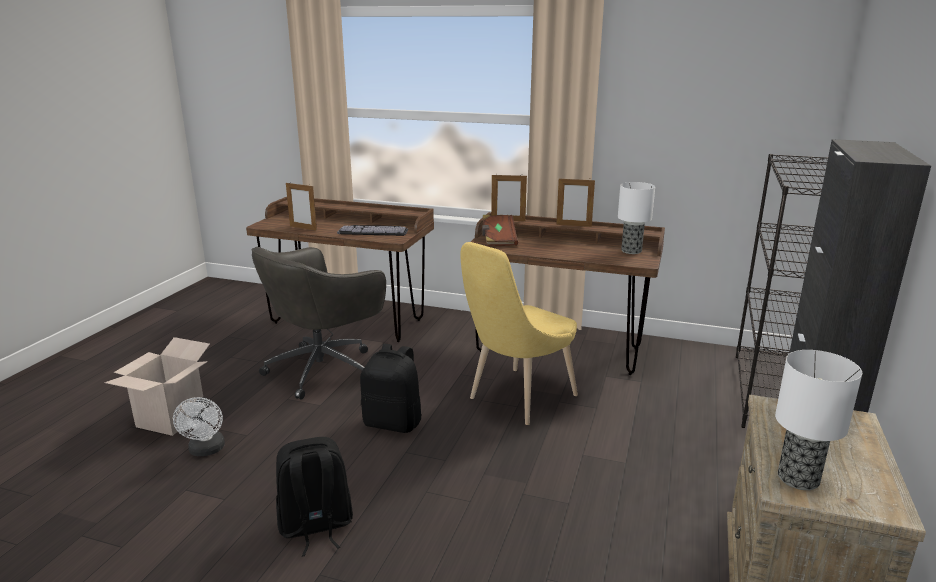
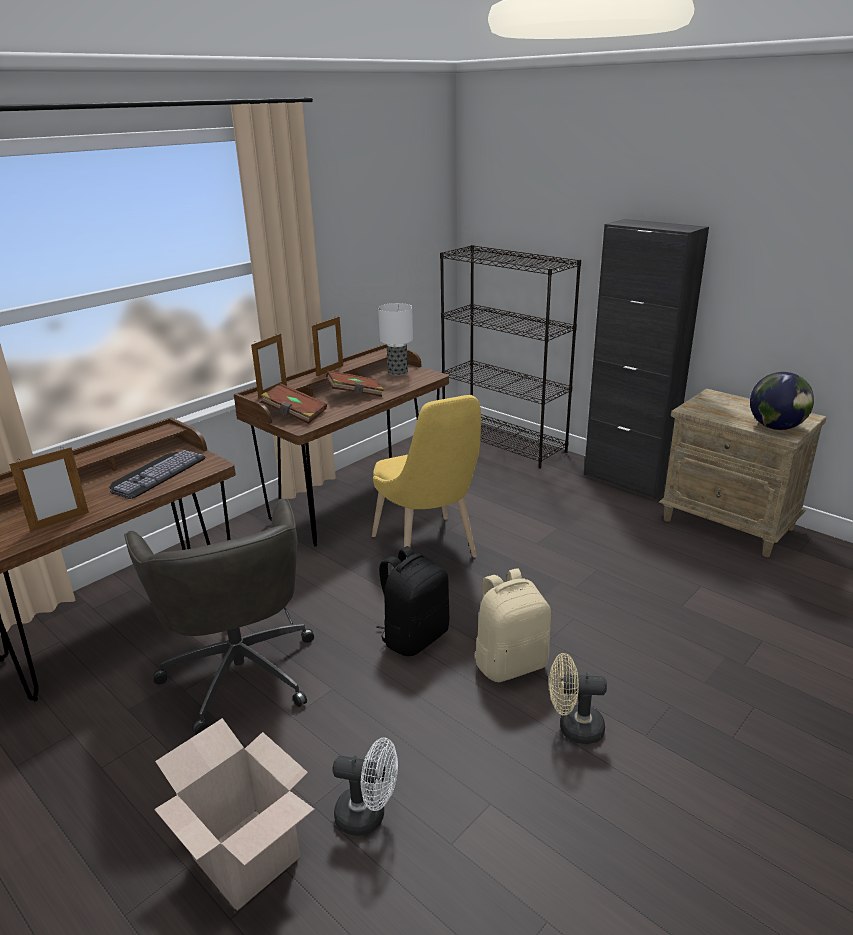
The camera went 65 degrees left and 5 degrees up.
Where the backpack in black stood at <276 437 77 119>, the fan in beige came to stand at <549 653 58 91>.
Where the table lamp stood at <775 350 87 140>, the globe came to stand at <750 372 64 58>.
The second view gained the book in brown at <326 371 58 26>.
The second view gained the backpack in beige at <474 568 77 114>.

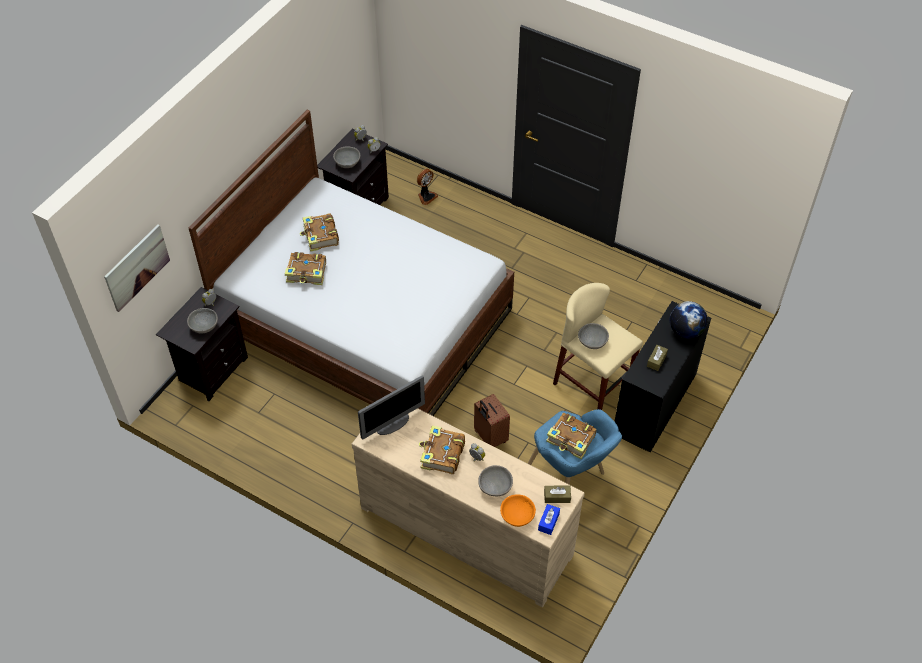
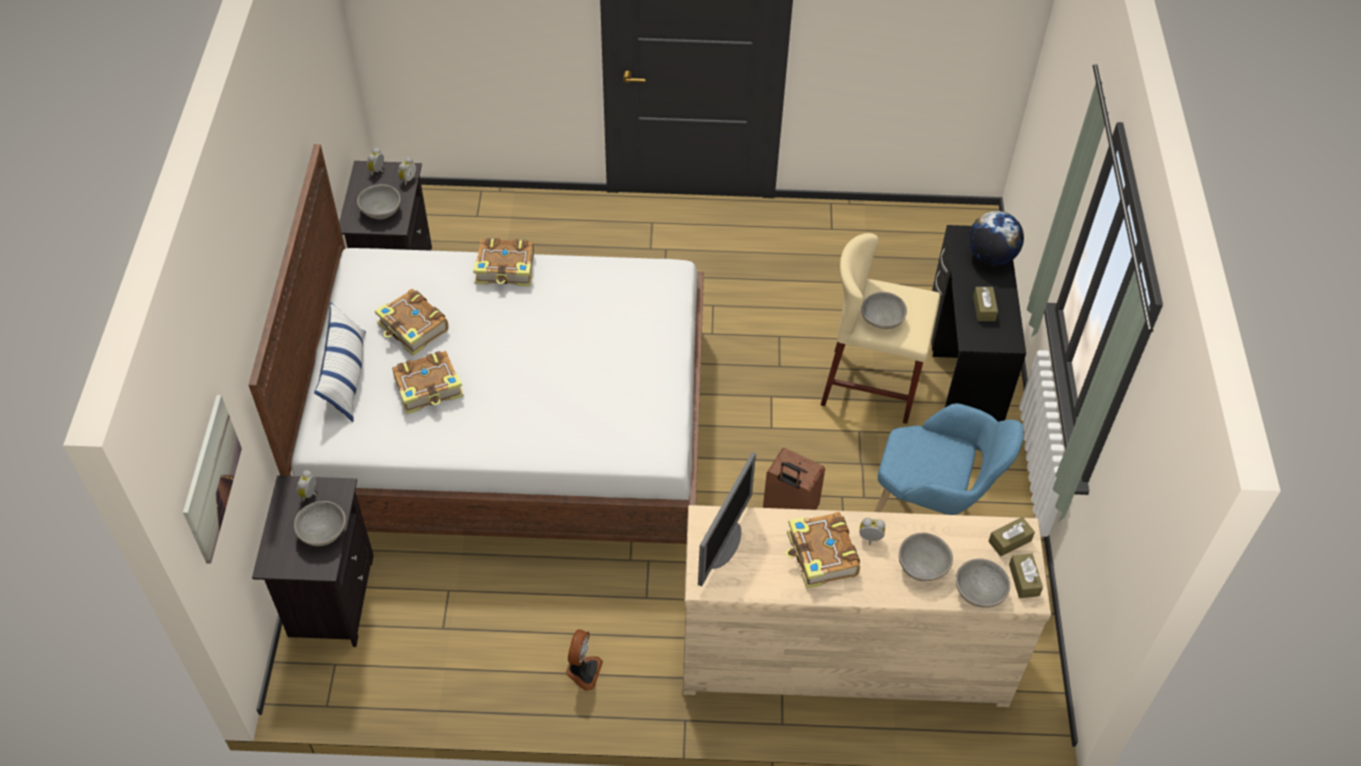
The camera went 30 degrees left and 0 degrees up.
The fan ended up elsewhere, having gone from <417 169 21 36> to <566 629 37 62>.
What was the bowl in orange at <500 494 36 33> turned into the bowl in grey at <955 558 55 50>.
What was the tissue box in blue at <538 504 22 31> turned into the tissue box in brown at <1009 554 34 44>.
The book ended up elsewhere, having gone from <546 413 51 46> to <473 238 61 49>.
The second view gained the pillow at <314 302 52 120>.

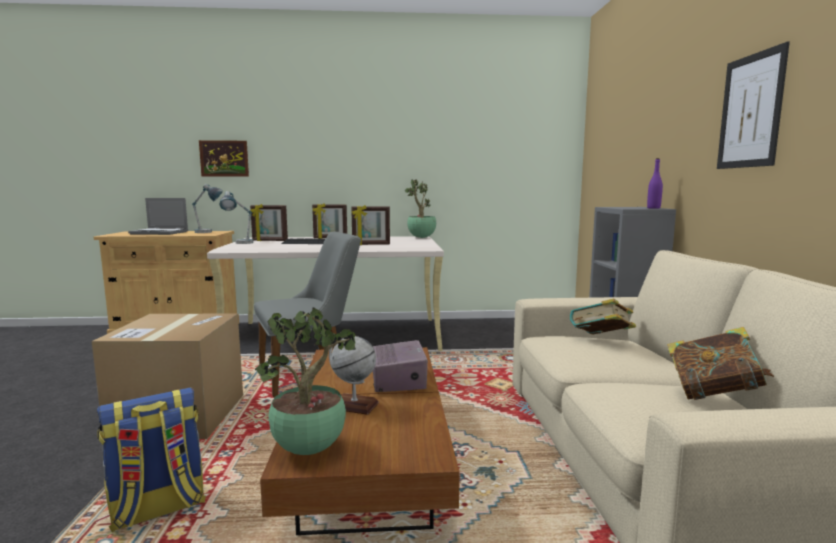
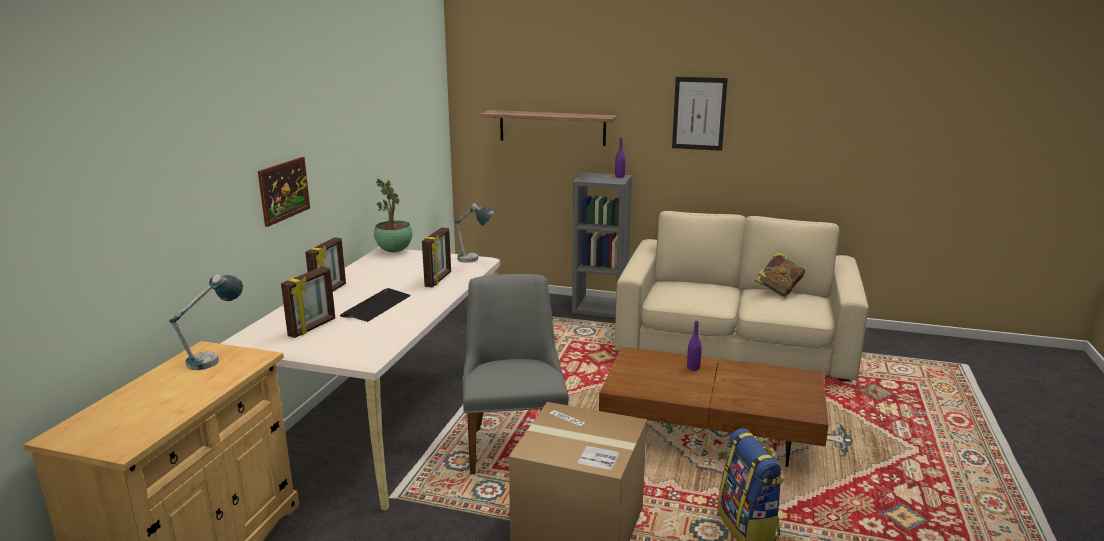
The camera went 70 degrees left and 10 degrees up.
The second view lost the laptop at <128 198 60 37>.
The picture ended up elsewhere, having gone from <199 140 50 37> to <258 157 52 70>.
The table lamp ended up elsewhere, having gone from <220 191 33 53> to <455 203 39 60>.
The second view lost the potted plant at <255 307 102 148>.
The second view lost the globe at <329 336 50 79>.
Where the radio stood at <373 340 55 52>, the bottle in purple came to stand at <687 321 15 50>.
The second view lost the book at <570 298 66 36>.
The second view gained the shelf at <481 110 137 36>.

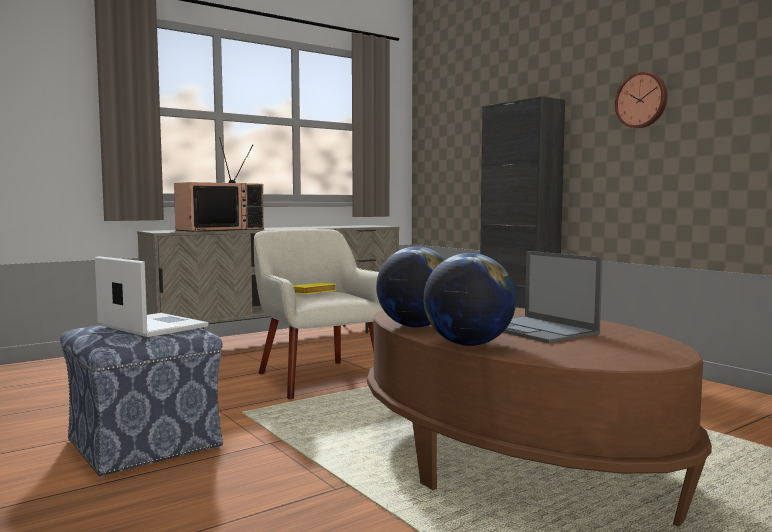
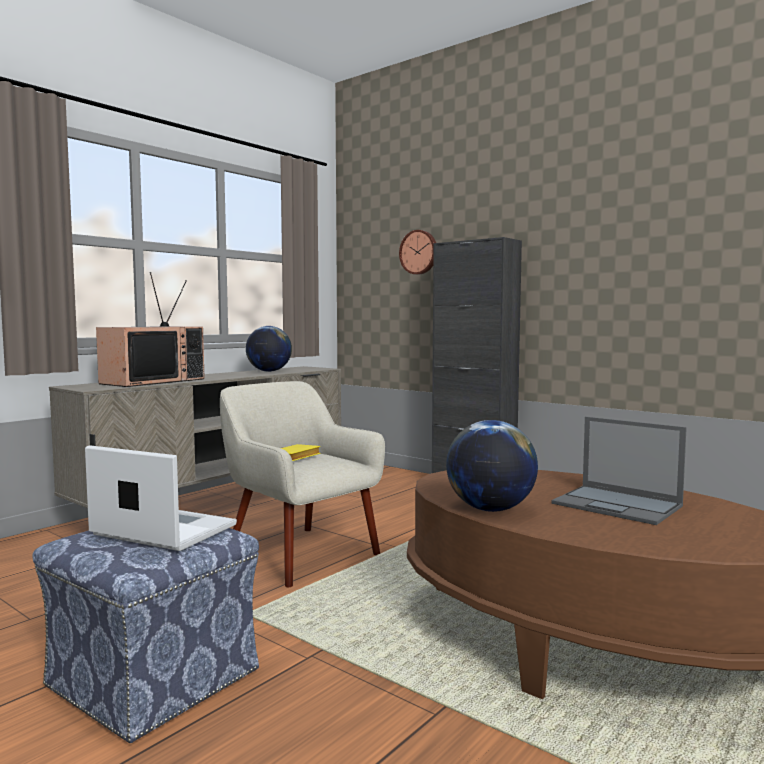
The camera went 15 degrees left and 0 degrees up.
The globe ended up elsewhere, having gone from <423 253 93 93> to <246 326 46 46>.
The wall clock ended up elsewhere, having gone from <615 72 52 56> to <399 230 37 45>.

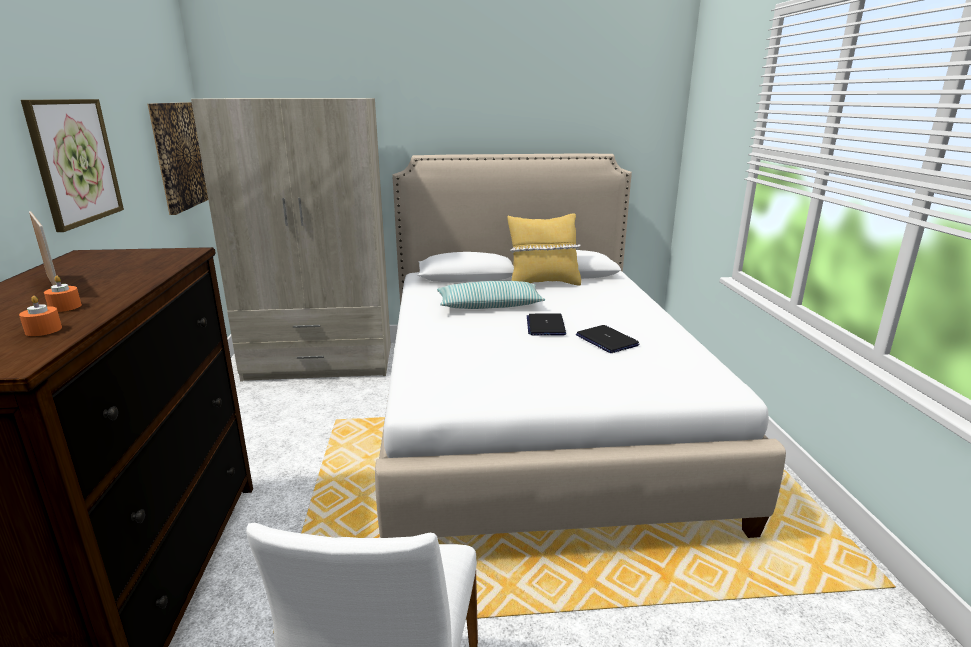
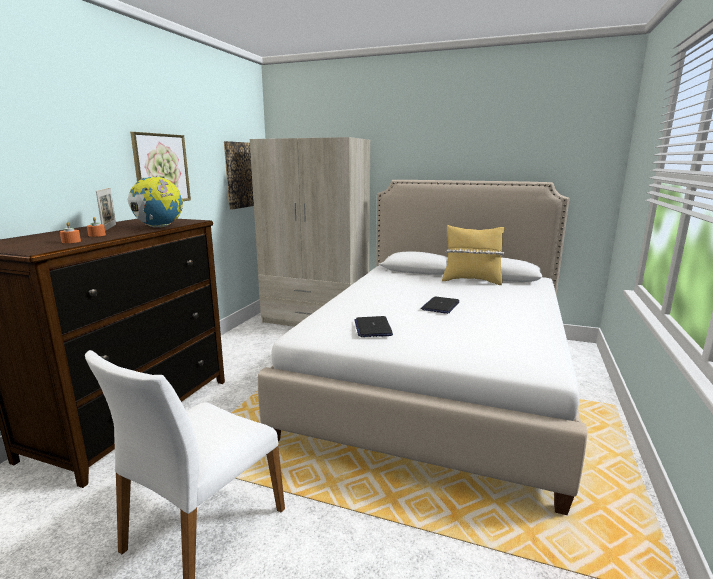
The camera went 25 degrees right and 5 degrees down.
The second view lost the pillow at <437 281 108 28>.
The laptop ended up elsewhere, having gone from <576 325 63 28> to <354 316 39 21>.
The second view gained the globe at <127 177 56 51>.

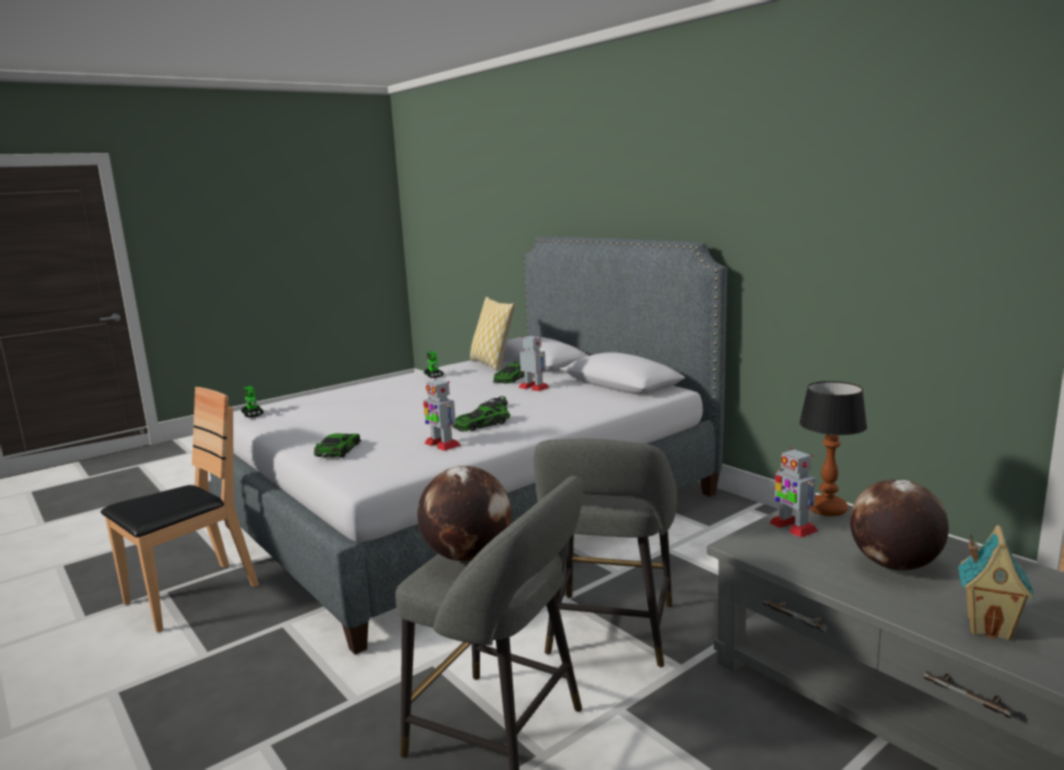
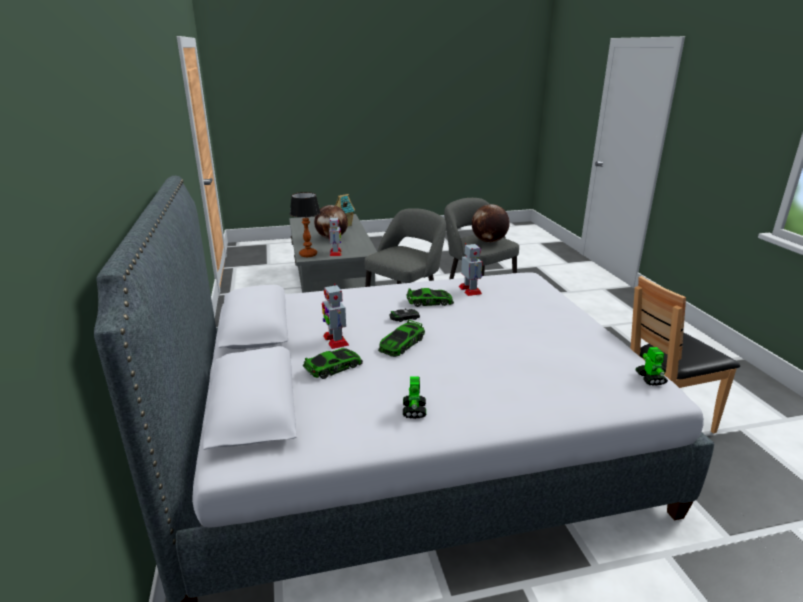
The camera went 155 degrees left and 10 degrees up.
The toy car ended up elsewhere, having gone from <314 434 47 24> to <378 320 47 37>.
The second view lost the pillow at <470 297 45 74>.

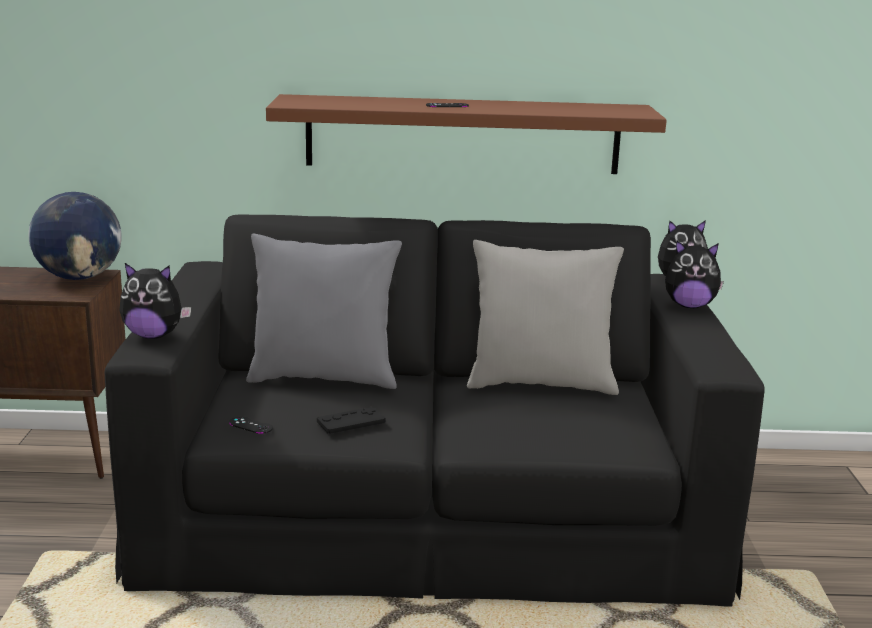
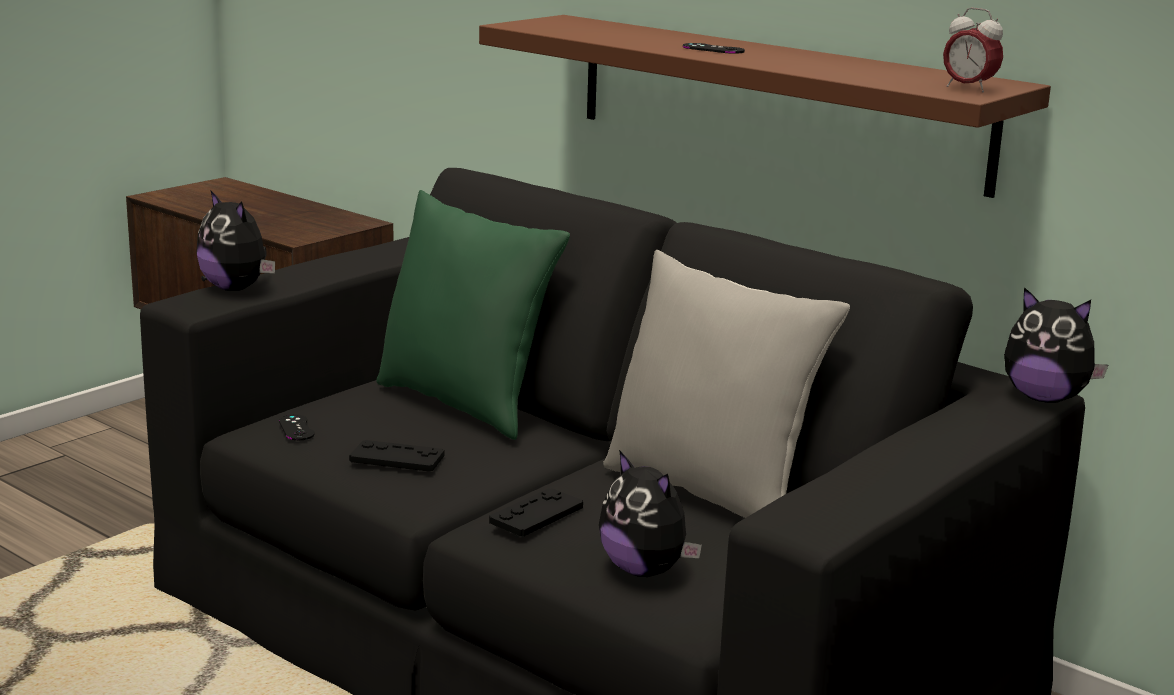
The camera went 40 degrees right and 0 degrees up.
The second view lost the globe at <29 192 93 88>.
What was the pillow in grey at <246 233 156 156> turned into the pillow in green at <376 190 194 250>.
The plush toy ended up elsewhere, having gone from <665 240 59 68> to <599 450 103 127>.
The second view gained the game controller in black at <489 488 94 48>.
The second view gained the alarm clock at <943 7 60 85>.

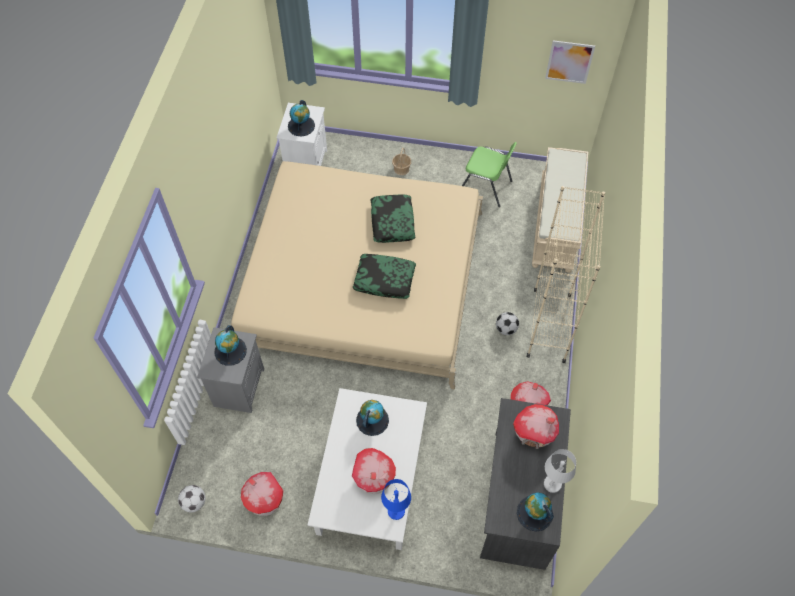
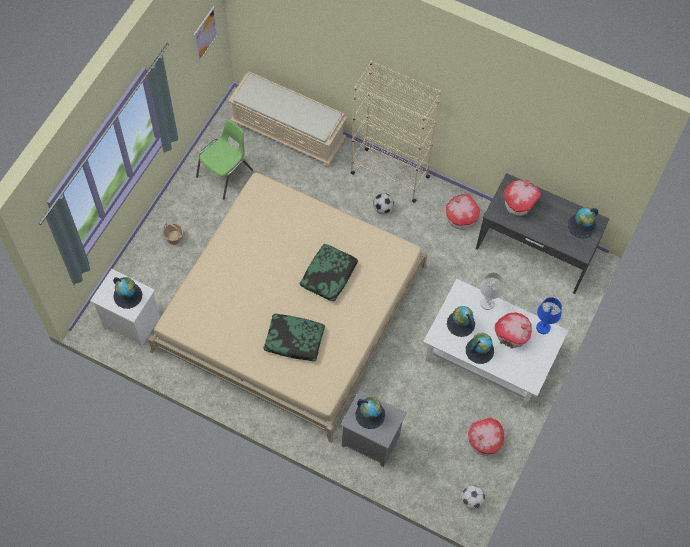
The camera went 75 degrees left and 5 degrees up.
The pillow ended up elsewhere, having gone from <370 194 45 49> to <263 314 62 48>.
The table lamp in white ended up elsewhere, having gone from <544 449 32 44> to <480 272 24 38>.
The second view gained the globe at <466 333 28 31>.

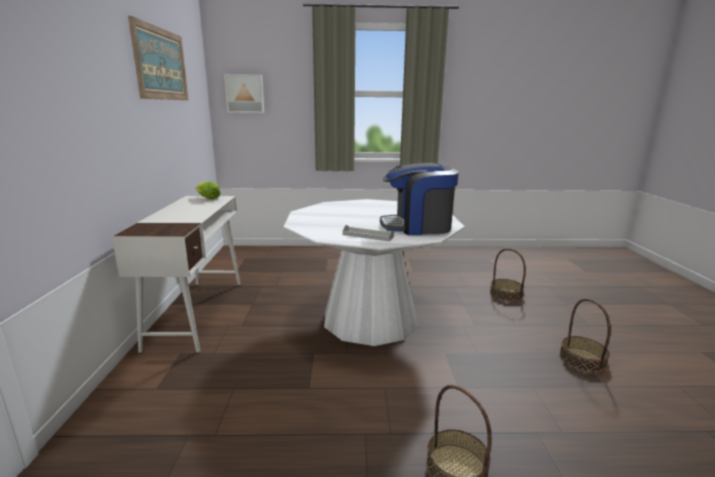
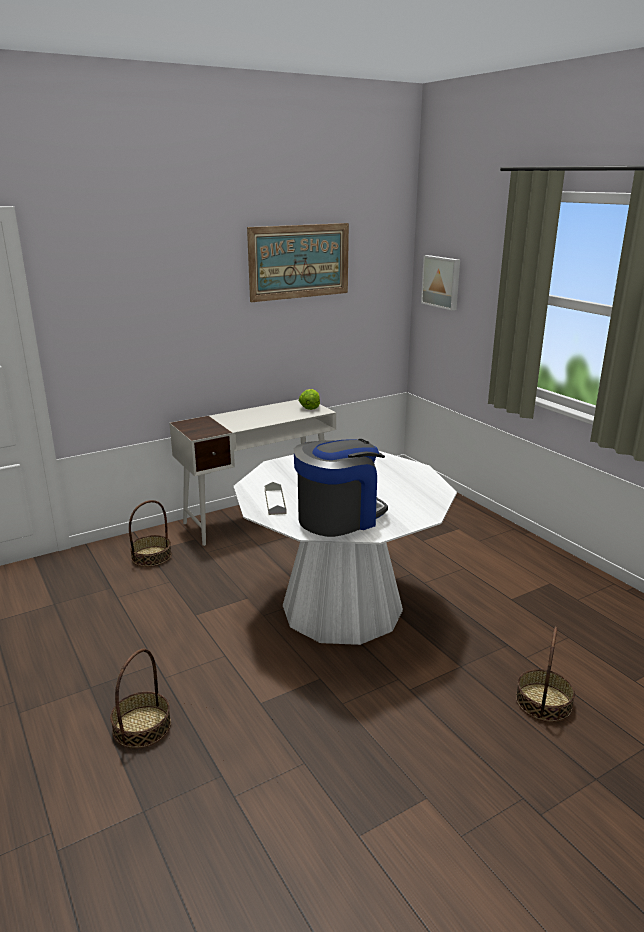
The camera went 60 degrees right and 5 degrees up.
The coffee machine at <380 163 79 72> ended up facing another way, 90 degrees clockwise from before.
The basket ended up elsewhere, having gone from <559 299 52 74> to <129 500 43 67>.

